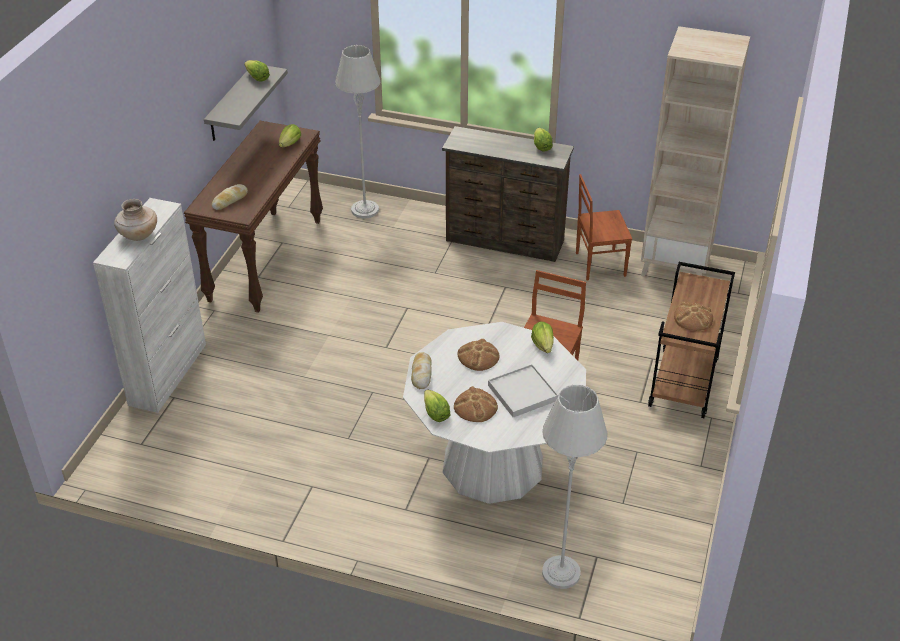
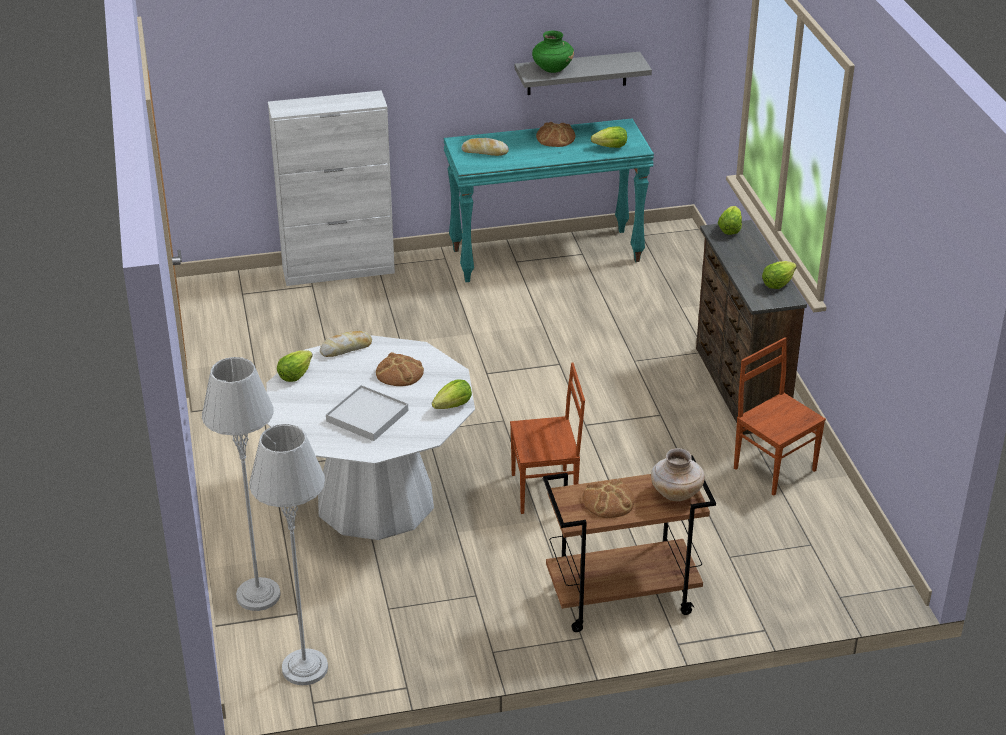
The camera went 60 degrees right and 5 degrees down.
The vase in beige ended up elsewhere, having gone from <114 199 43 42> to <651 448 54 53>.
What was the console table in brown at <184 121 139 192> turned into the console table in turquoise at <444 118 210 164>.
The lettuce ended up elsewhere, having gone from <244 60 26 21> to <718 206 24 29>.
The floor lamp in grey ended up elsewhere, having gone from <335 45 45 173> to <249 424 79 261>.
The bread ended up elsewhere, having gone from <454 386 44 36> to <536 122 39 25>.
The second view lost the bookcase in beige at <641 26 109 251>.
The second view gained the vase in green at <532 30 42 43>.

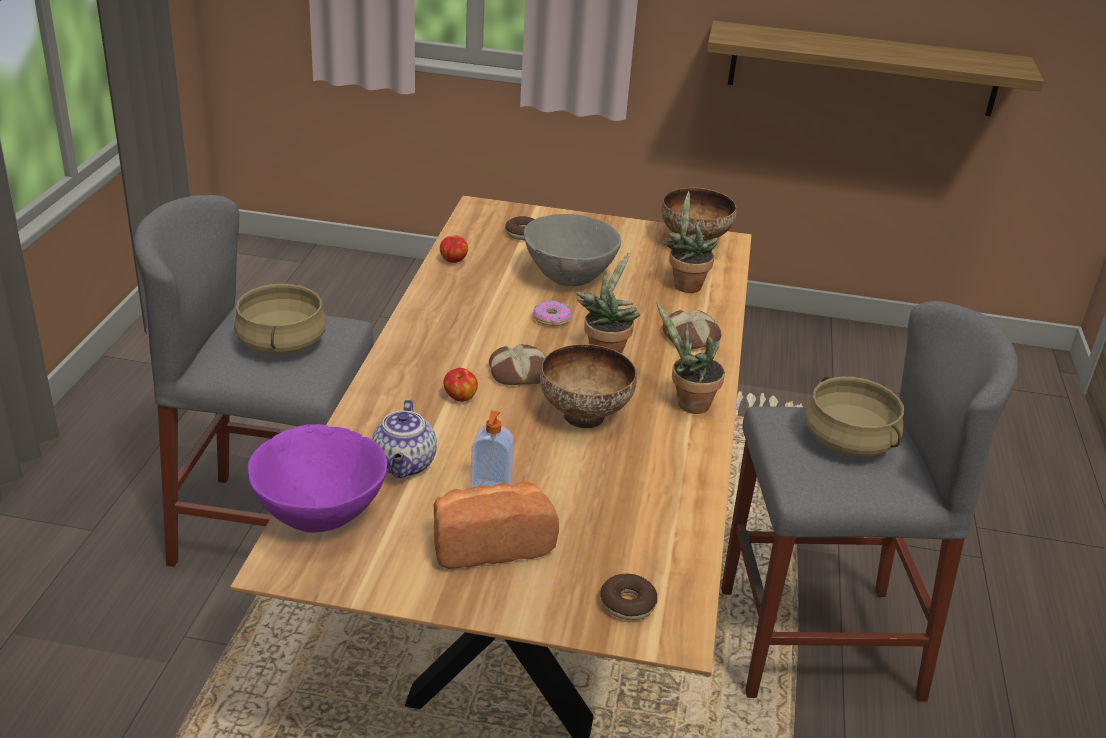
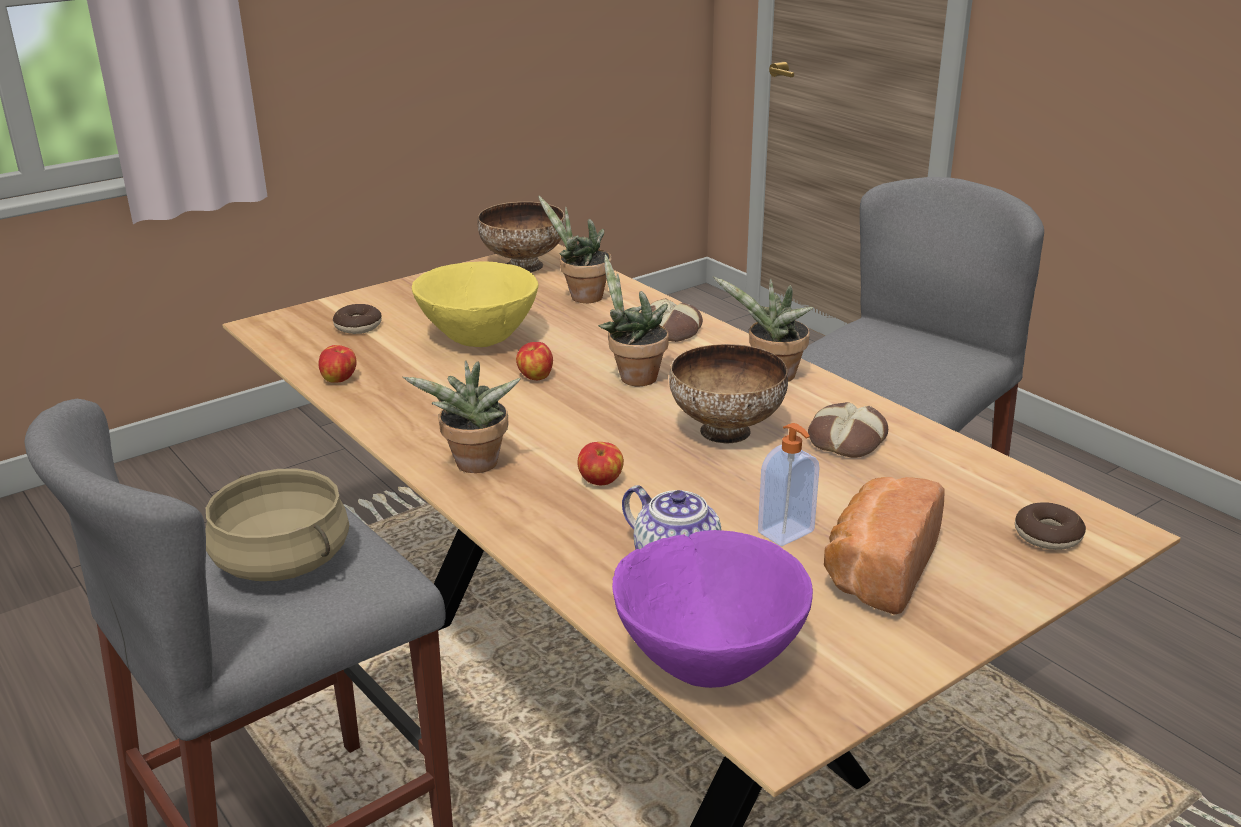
The camera went 45 degrees left and 5 degrees down.
The bread ended up elsewhere, having gone from <489 344 56 41> to <808 402 80 56>.
What was the bowl in grey at <524 214 97 72> turned into the bowl in yellow at <412 261 126 86>.
Where the donut stood at <533 300 38 26>, the apple came to stand at <516 342 37 38>.
The second view lost the shelf at <707 21 337 95>.
The second view lost the cooking pot in beige at <804 376 100 80>.
The second view gained the potted plant at <403 361 118 112>.

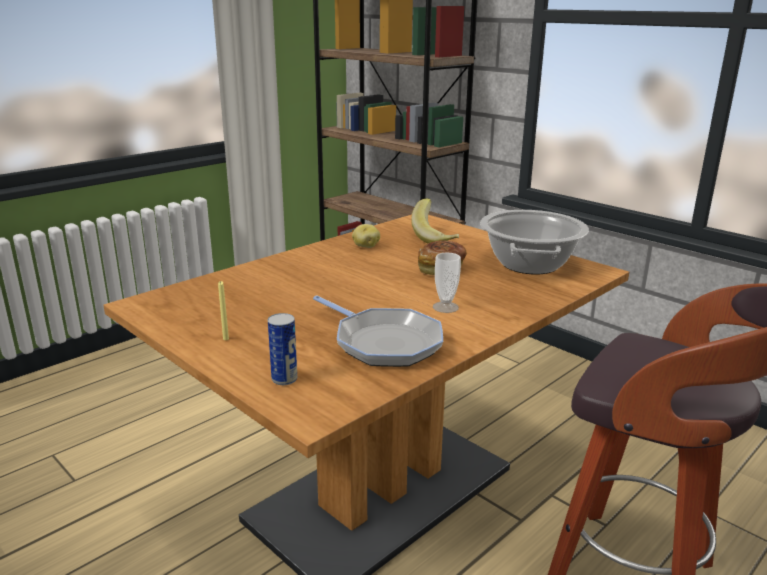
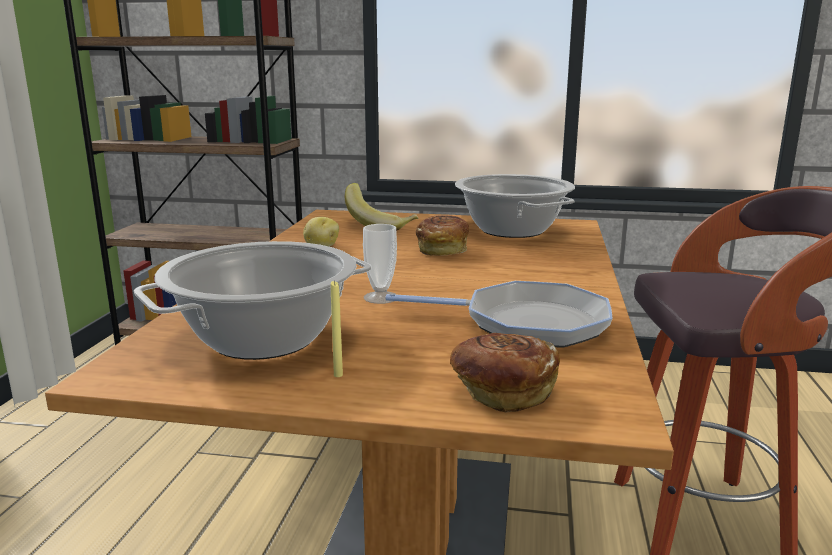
The camera went 35 degrees left and 5 degrees down.
Where the can stood at <268 313 29 72>, the bread came to stand at <450 333 110 80>.
The cup ended up elsewhere, having gone from <433 253 28 60> to <363 224 34 80>.
The second view gained the cooking pot at <134 241 238 119>.

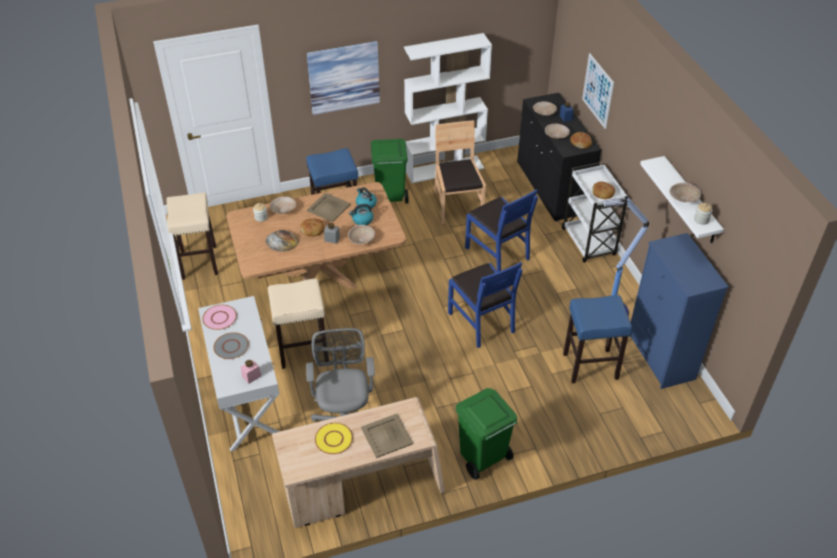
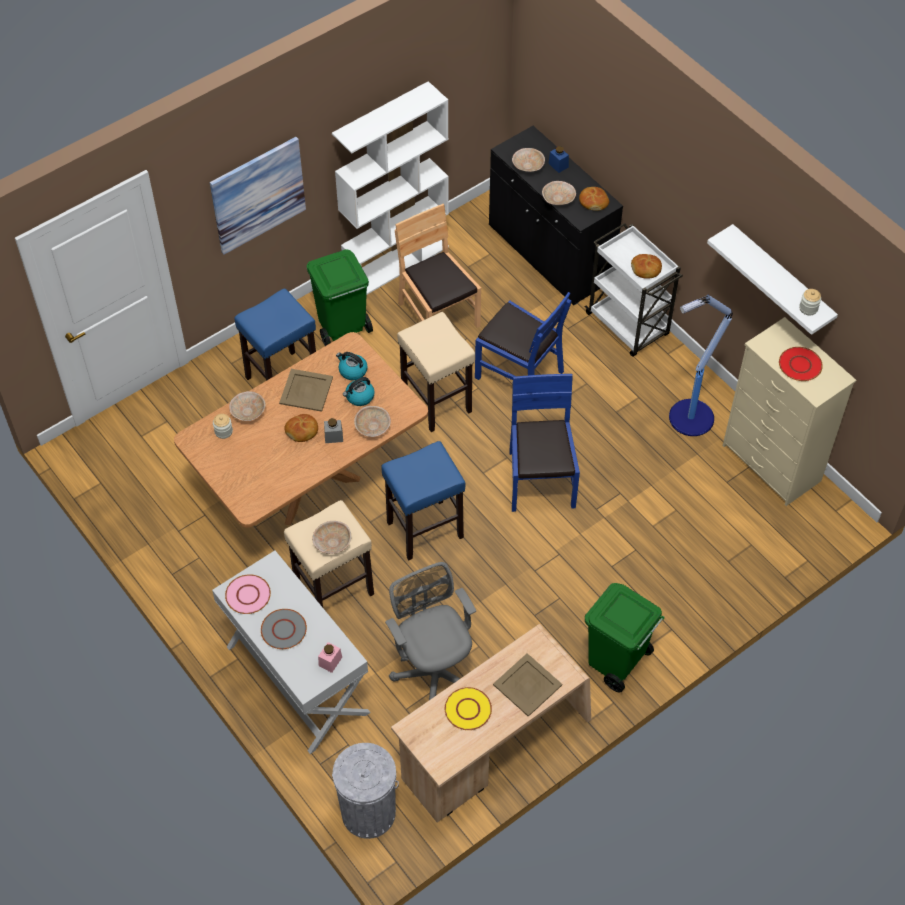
The camera went 20 degrees left and 10 degrees up.
The stool in beige ended up elsewhere, having gone from <166 192 52 88> to <397 312 78 120>.
The second view lost the bread at <266 230 33 22>.
The chair in blue at <448 262 74 86> ended up facing another way, 135 degrees counterclockwise from before.
The stool in blue ended up elsewhere, having gone from <563 295 69 88> to <381 441 84 120>.
The second view lost the picture at <582 53 32 76>.
What was the dresser in blue at <628 233 101 156> turned into the dresser in beige at <723 317 133 189>.
The bowl in beige ended up elsewhere, having gone from <670 183 31 19> to <312 521 39 33>.
The second view gained the trash can in grey at <332 743 67 96>.
The second view gained the plate in red at <779 347 44 34>.

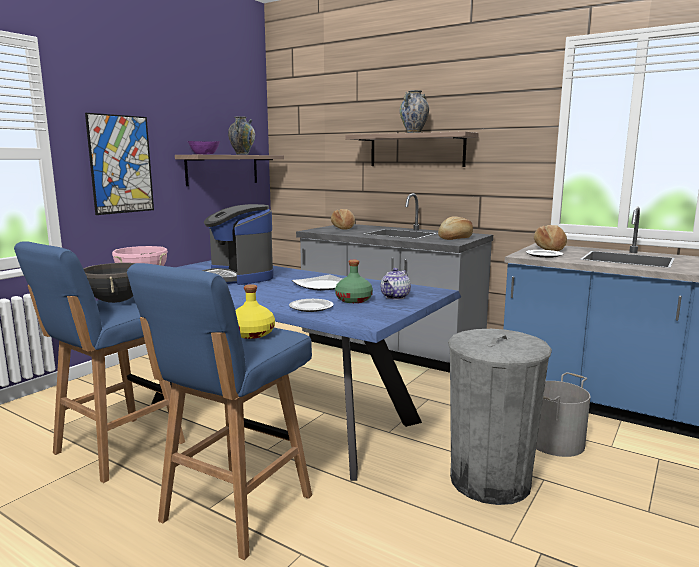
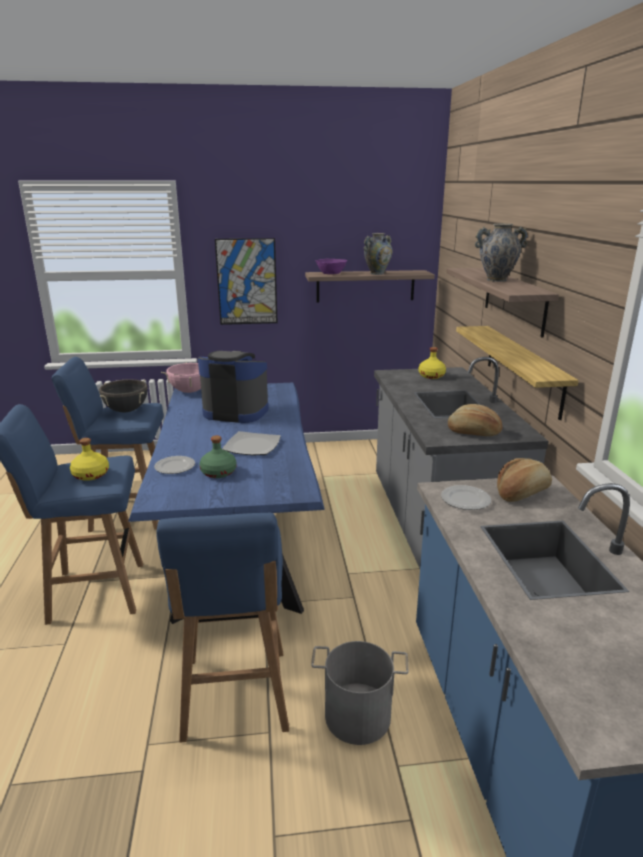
The camera went 50 degrees right and 10 degrees up.
The coffee machine at <202 204 72 81> ended up facing another way, 90 degrees clockwise from before.
Where the bread stood at <331 209 24 20>, the bottle in yellow came to stand at <418 347 28 32>.
The second view lost the teapot at <381 268 30 32>.
Where the trash can in grey stood at <448 329 104 176>, the stool in blue came to stand at <156 513 133 230>.
The second view gained the shelf at <456 326 123 94>.

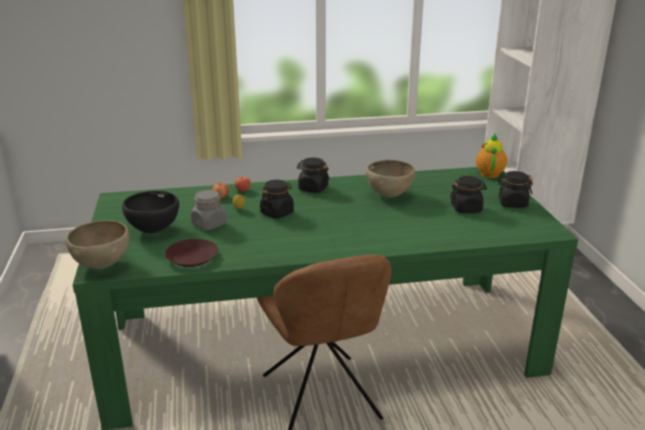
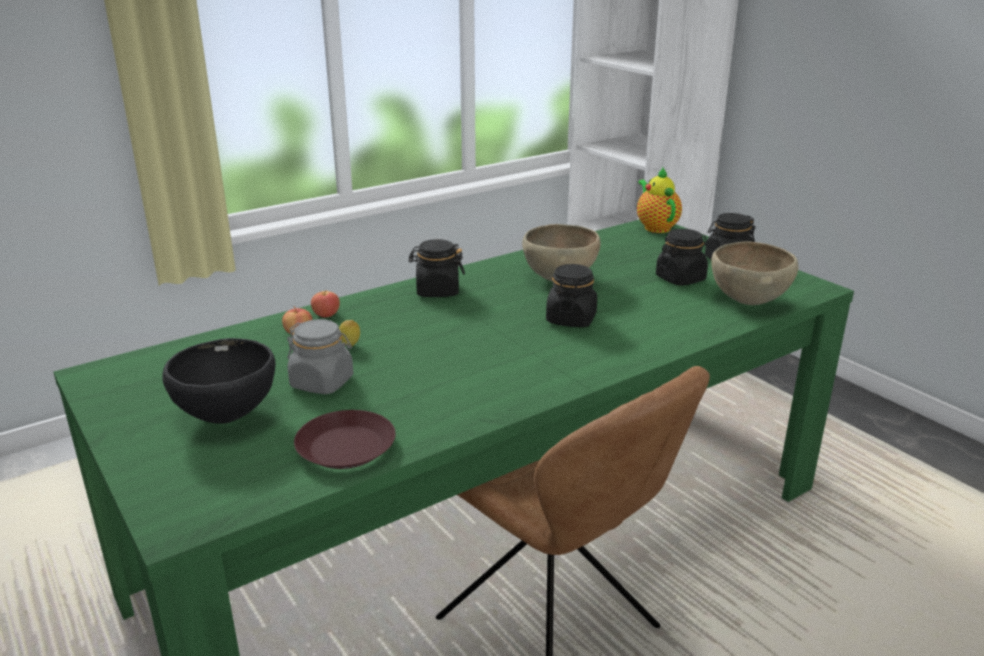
The camera went 25 degrees left and 0 degrees up.
The bowl in brown ended up elsewhere, having gone from <66 220 63 49> to <711 241 88 64>.
The jar in black ended up elsewhere, having gone from <260 180 34 39> to <546 264 51 64>.

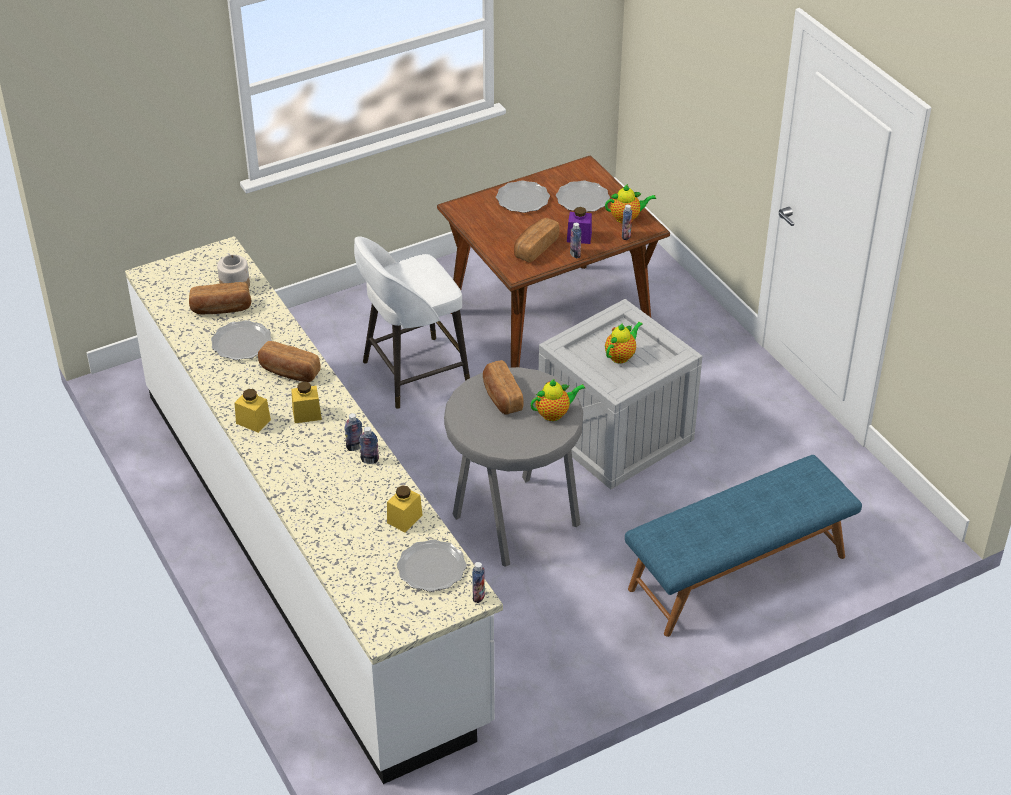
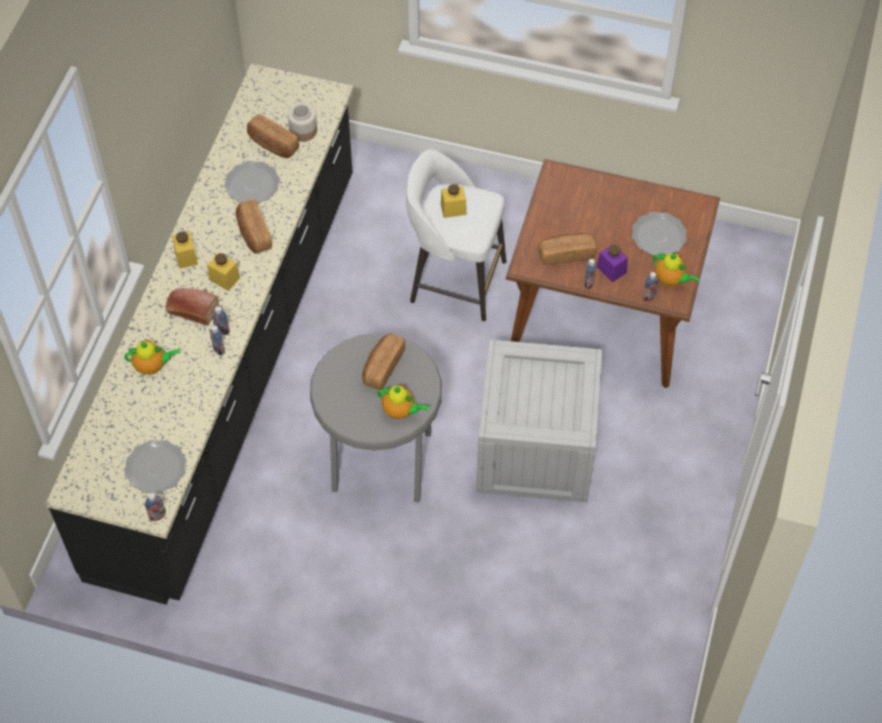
The camera went 45 degrees right and 15 degrees up.
What was the counter in white at <125 236 378 548> turned into the counter in black at <46 64 308 541>.
The jar in yellow ended up elsewhere, having gone from <387 485 36 47> to <441 184 26 34>.
The second view lost the plate at <496 181 54 32>.
The teapot ended up elsewhere, having gone from <605 322 38 42> to <124 340 56 35>.
The second view lost the bench in blue at <625 455 237 182>.
The second view gained the bread at <165 288 54 38>.

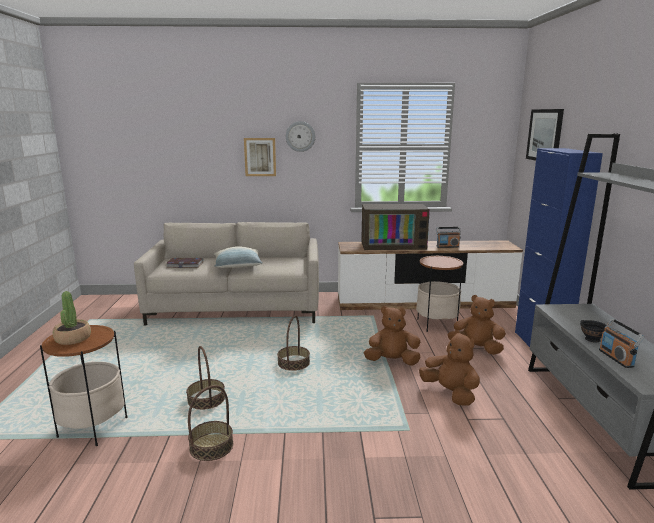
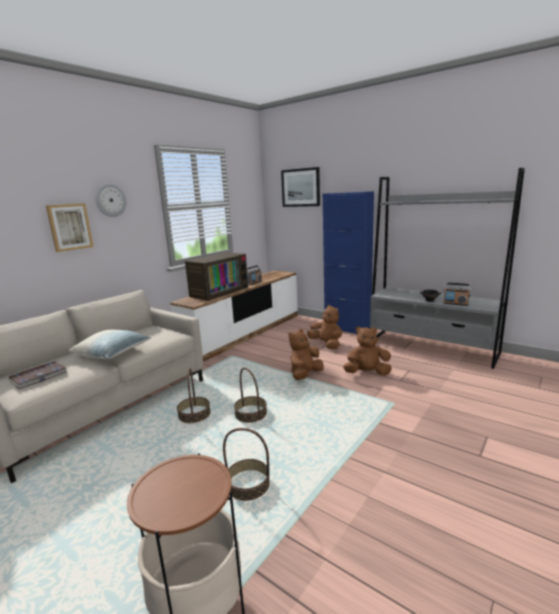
The camera went 50 degrees left and 0 degrees up.
The second view lost the potted plant at <53 291 38 54>.
The basket ended up elsewhere, having gone from <188 385 45 76> to <177 368 33 55>.
The second view lost the side table at <416 256 47 76>.
The plush toy in brown at <448 295 58 60> ended up facing another way, 75 degrees clockwise from before.

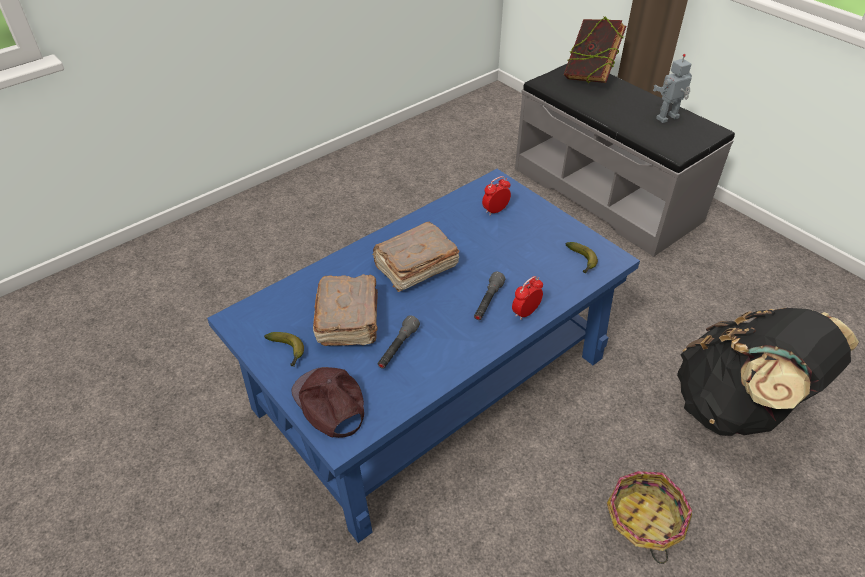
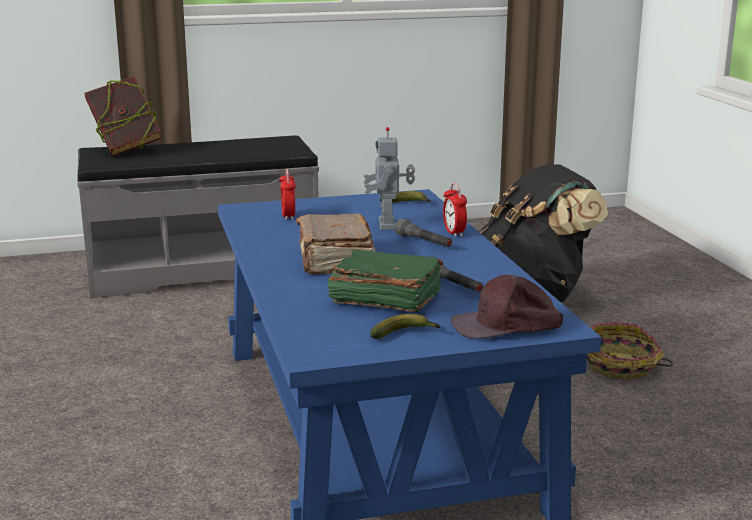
The camera went 65 degrees left and 25 degrees down.
What was the book in brown at <313 274 65 72> turned into the book in green at <328 249 115 63>.
The toy robot ended up elsewhere, having gone from <653 54 39 69> to <363 127 52 103>.

